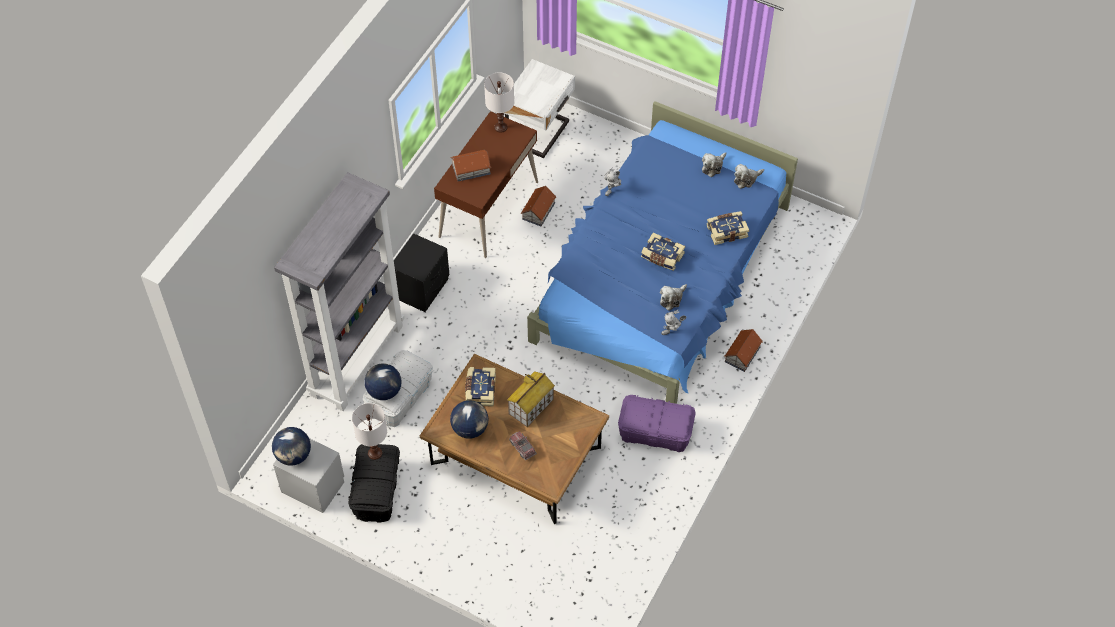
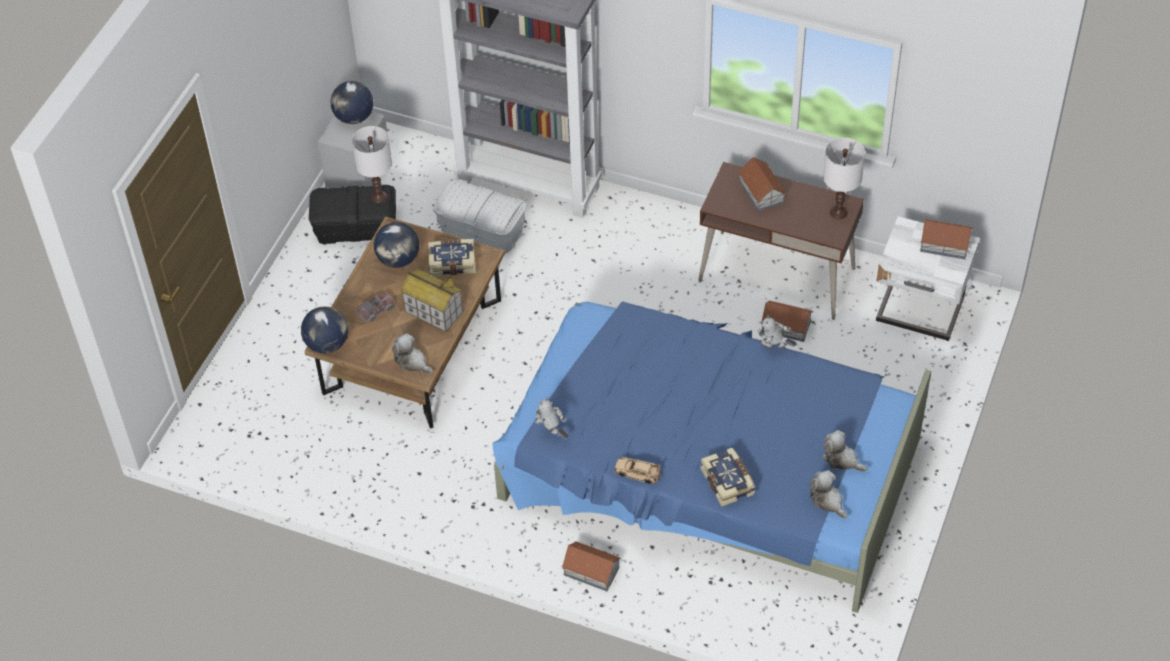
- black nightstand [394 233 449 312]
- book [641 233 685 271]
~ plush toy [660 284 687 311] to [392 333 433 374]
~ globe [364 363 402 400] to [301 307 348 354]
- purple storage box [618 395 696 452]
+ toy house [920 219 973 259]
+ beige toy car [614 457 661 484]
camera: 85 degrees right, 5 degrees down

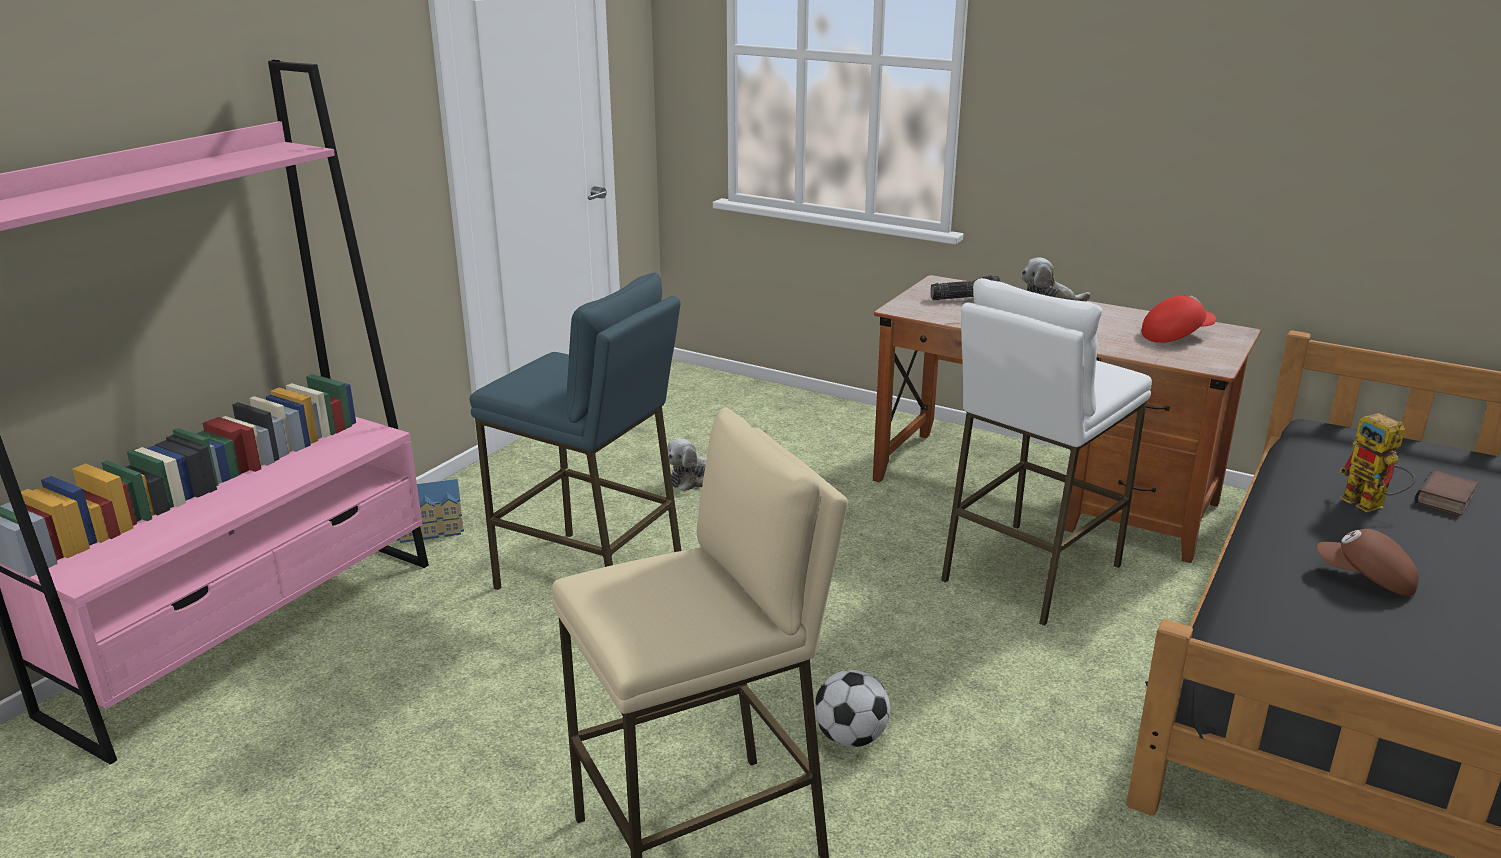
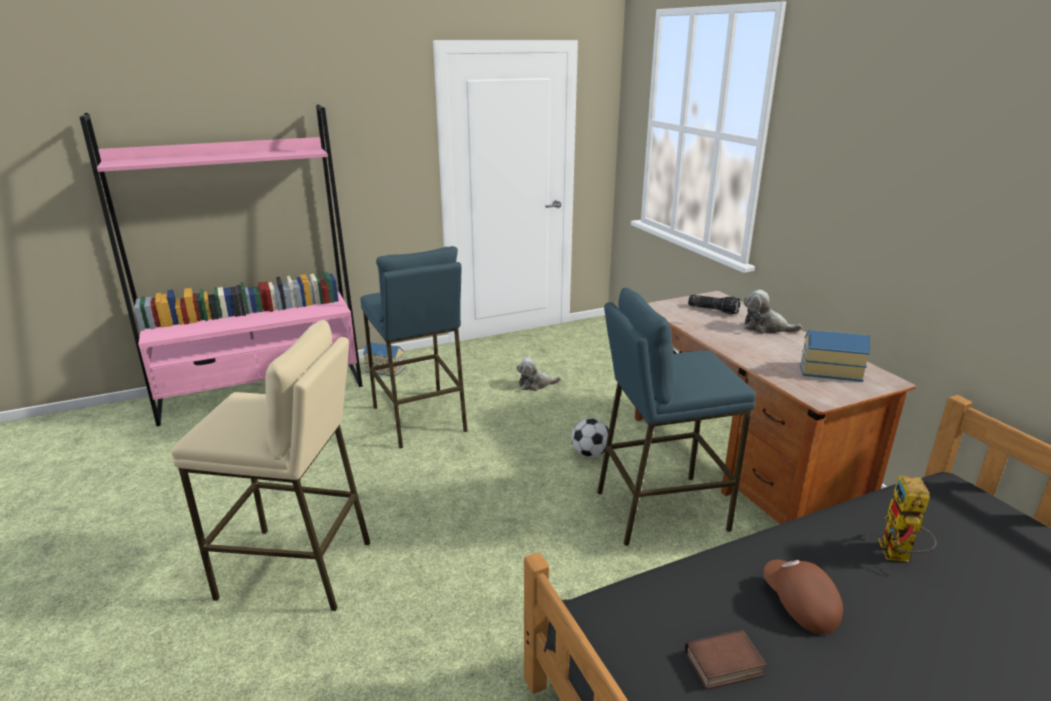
~ white stool [941 278 1152 626] to blue stool [597 288 756 546]
~ red cap [1142 296 1216 343] to toy house [800 330 870 382]
~ book [1415 470 1478 516] to [685 629 767 690]
~ football [814 670 890 747] to [571 418 609 457]
camera: 35 degrees right, 0 degrees up

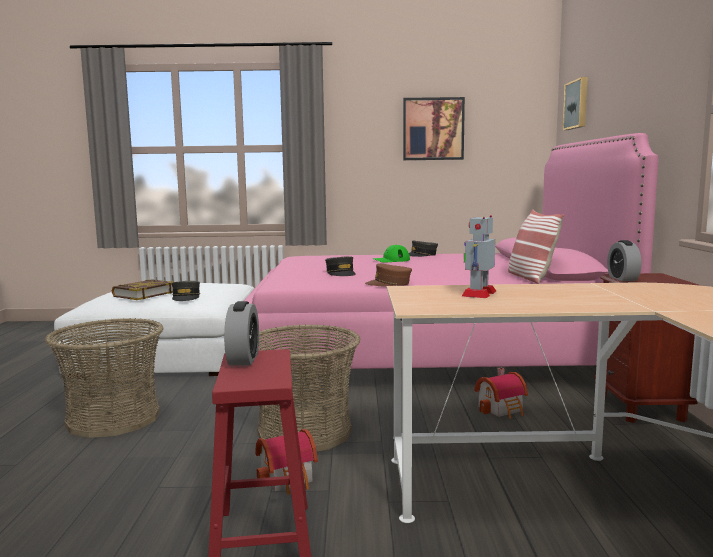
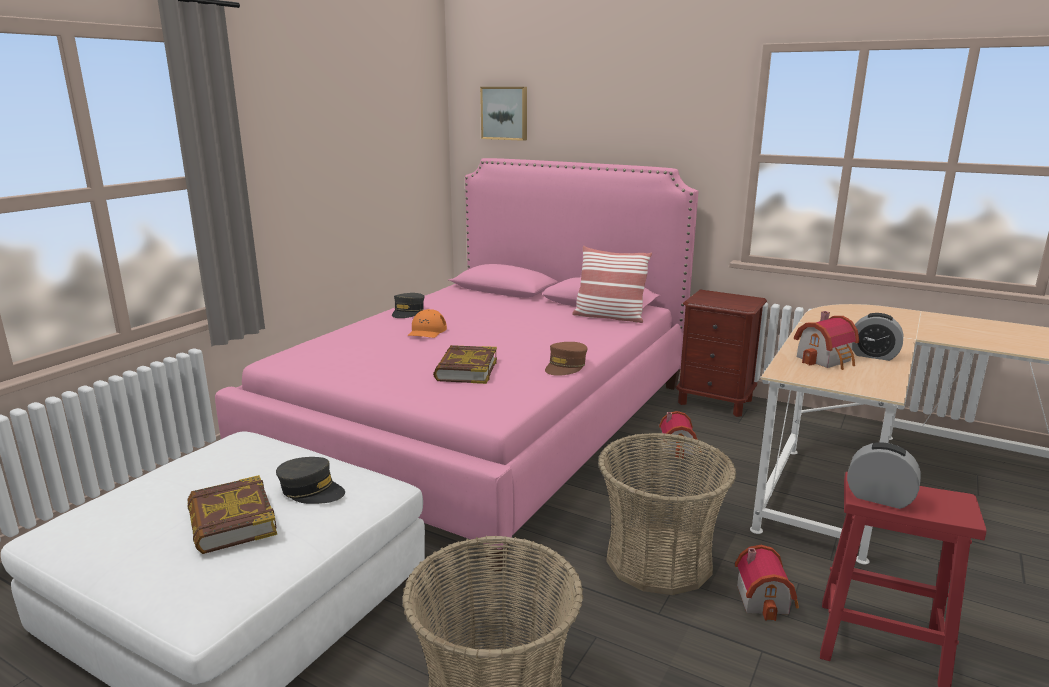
- picture [403 97 465 160]
~ toy robot [462 215 496 298] to toy house [794 311 859 370]
~ alarm clock [607 240 641 281] to [852 313 903 361]
~ green cap [372 245 410 263] to orange cap [407 309 447 338]
~ grey cap [325 256 356 276] to book [433 345 497 384]
camera: 60 degrees left, 10 degrees up

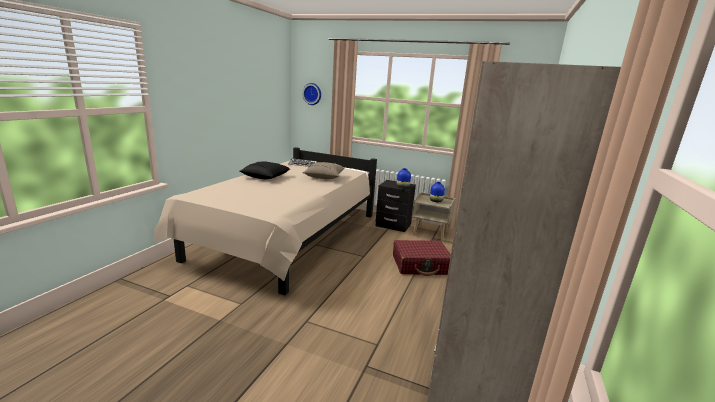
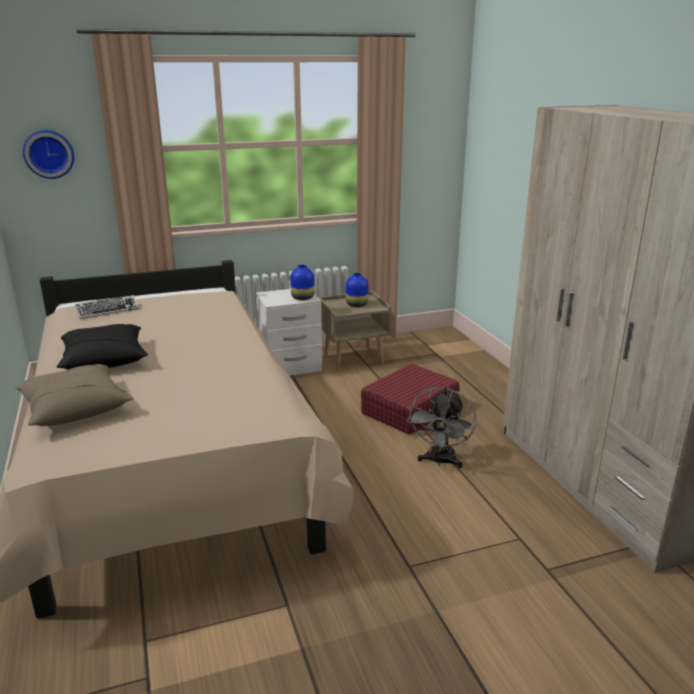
~ beige pillow [302 162 345 179] to [15 364 133 426]
~ black nightstand [376 180 416 232] to white nightstand [256 289 322 376]
+ grey fan [407 387 476 468]
camera: 40 degrees left, 5 degrees up

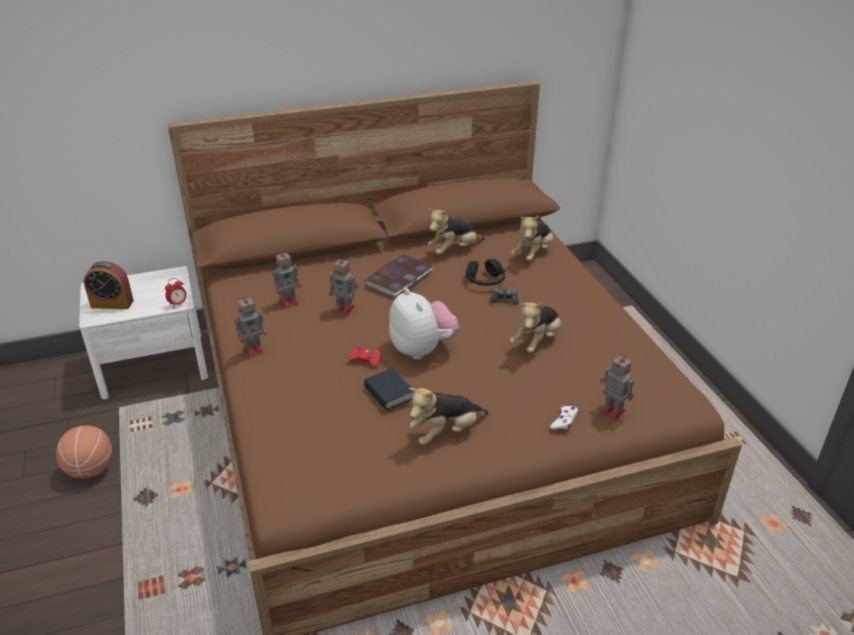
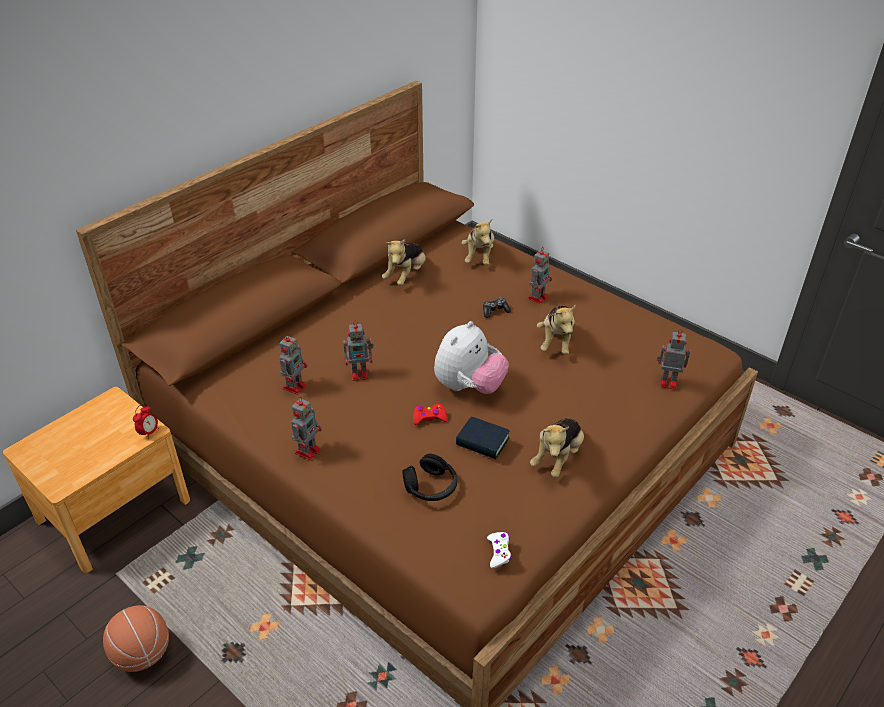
- book [366 254 432 298]
~ black headphones [466 259 505 286] to [403 453 457 501]
- alarm clock [84 261 134 309]
~ white nightstand [79 266 208 399] to brown nightstand [3 387 190 573]
~ plush toy [389 288 459 360] = [434 321 509 394] 90 degrees clockwise
~ white game controller [550 406 579 429] to [487 532 511 568]
+ toy robot [527 247 552 304]
camera: 30 degrees left, 5 degrees up

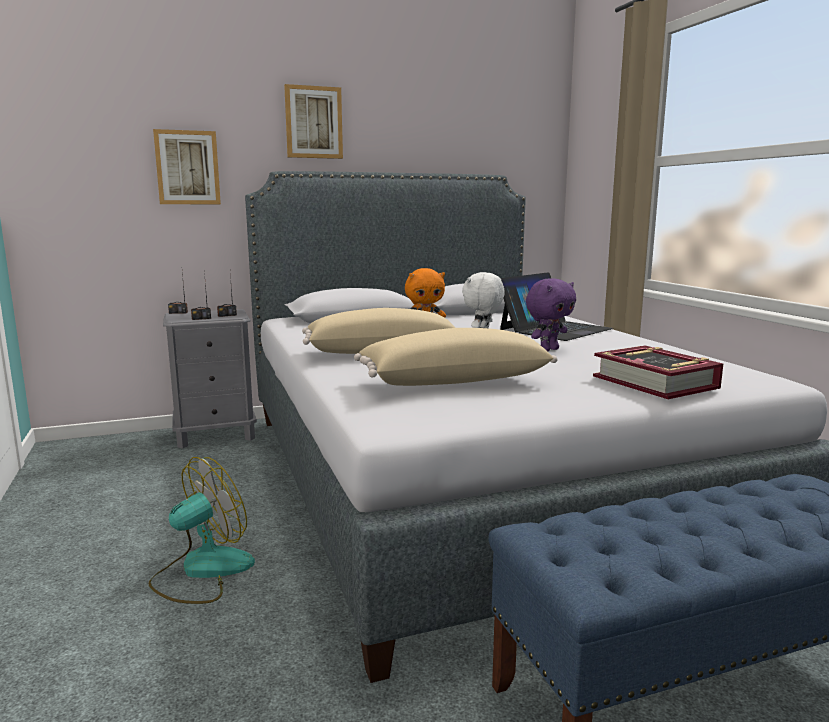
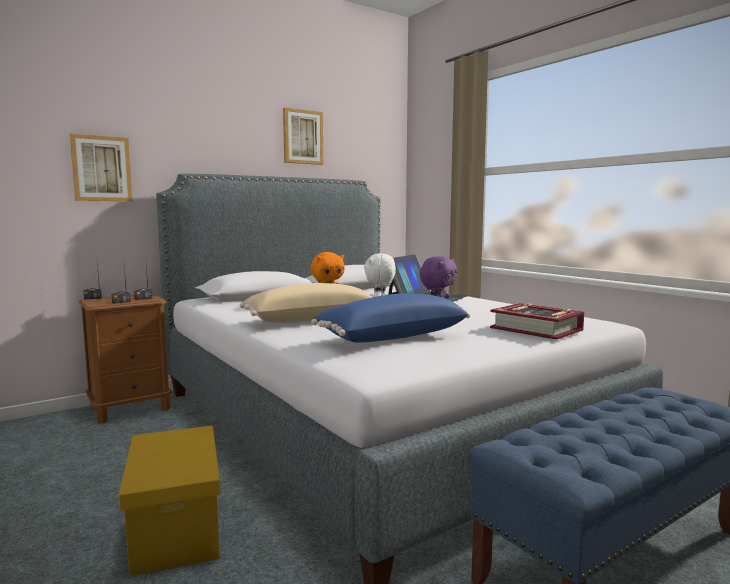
~ picture [284 84 343 159] to [283 108 323 165]
~ grey nightstand [163 309 257 449] to brown nightstand [78 293 172 424]
~ beige pillow [354 328 557 386] to blue pillow [311 294 470 342]
~ fan [148 457 255 604] to yellow storage box [119 426 221 577]
camera: 15 degrees left, 5 degrees down

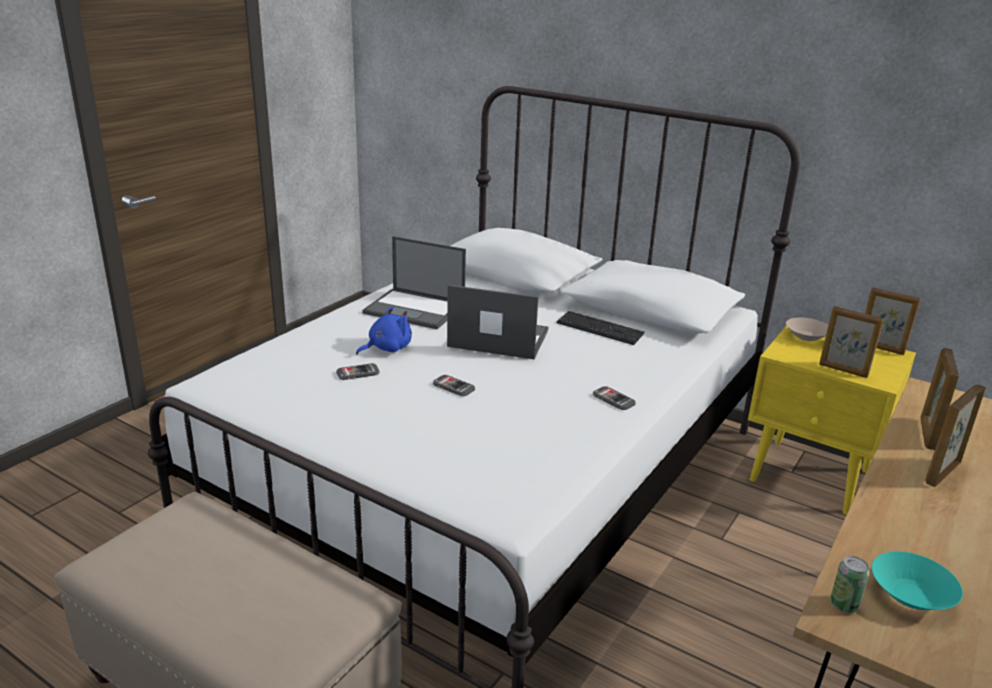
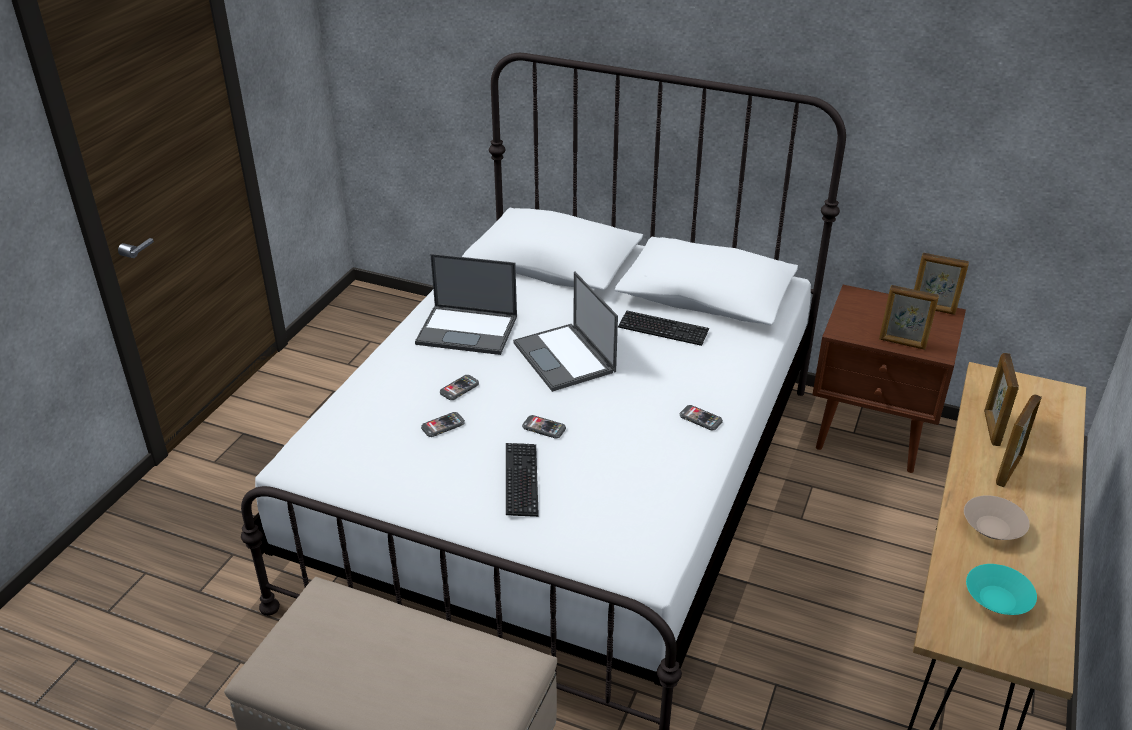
~ laptop [447 285 548 359] = [513 271 618 392] 120 degrees counterclockwise
~ blue plush toy [356 307 412 355] to phone [440 375 479 400]
~ beige bowl [786 318 828 341] to [964 495 1030 540]
~ yellow nightstand [748 325 916 515] to brown nightstand [812 285 966 473]
- can [830 556 870 613]
+ keyboard [506 443 539 517]
camera: 10 degrees left, 10 degrees up

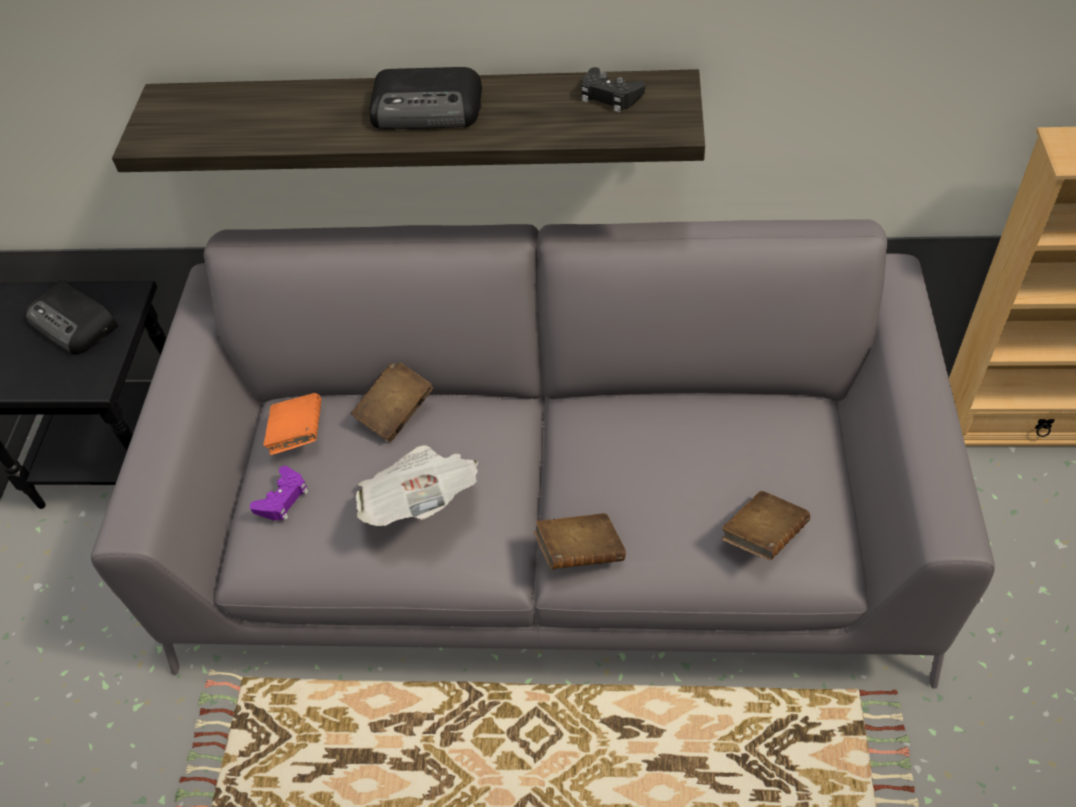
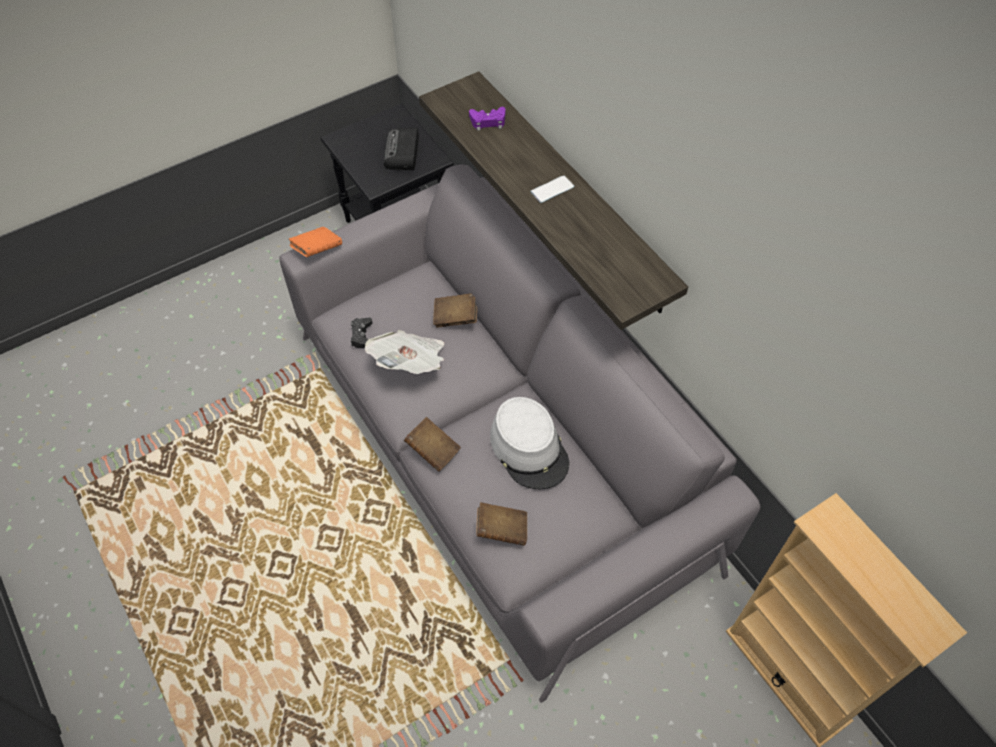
~ radio [369 67 482 129] to phone [530 175 574 203]
~ black game controller [581 67 645 112] to [350 318 373 348]
~ orange book [263 393 322 455] to [289 227 342 257]
~ purple game controller [250 466 309 521] to [469 107 506 131]
+ grey hat [490 397 569 490]
camera: 50 degrees right, 5 degrees up

